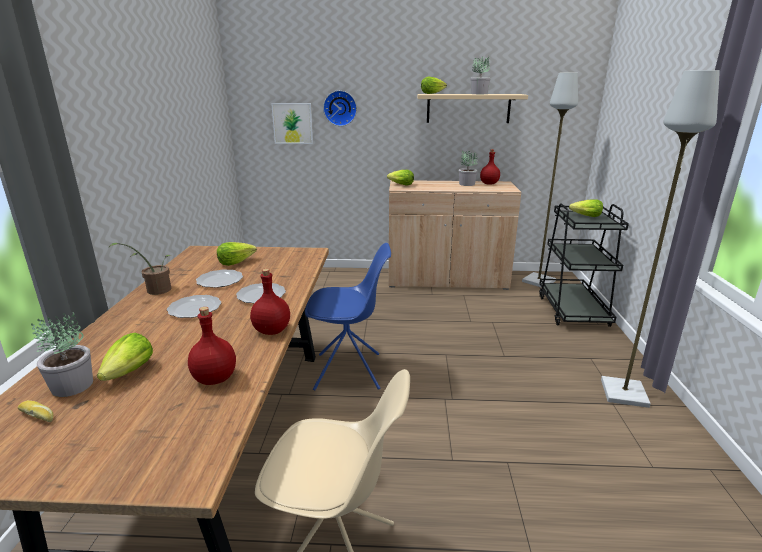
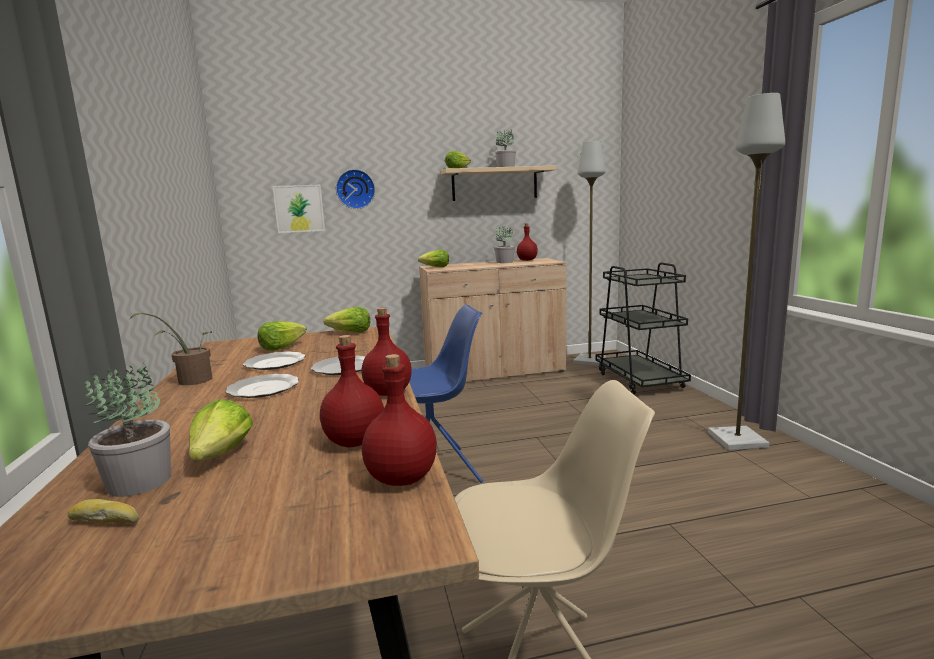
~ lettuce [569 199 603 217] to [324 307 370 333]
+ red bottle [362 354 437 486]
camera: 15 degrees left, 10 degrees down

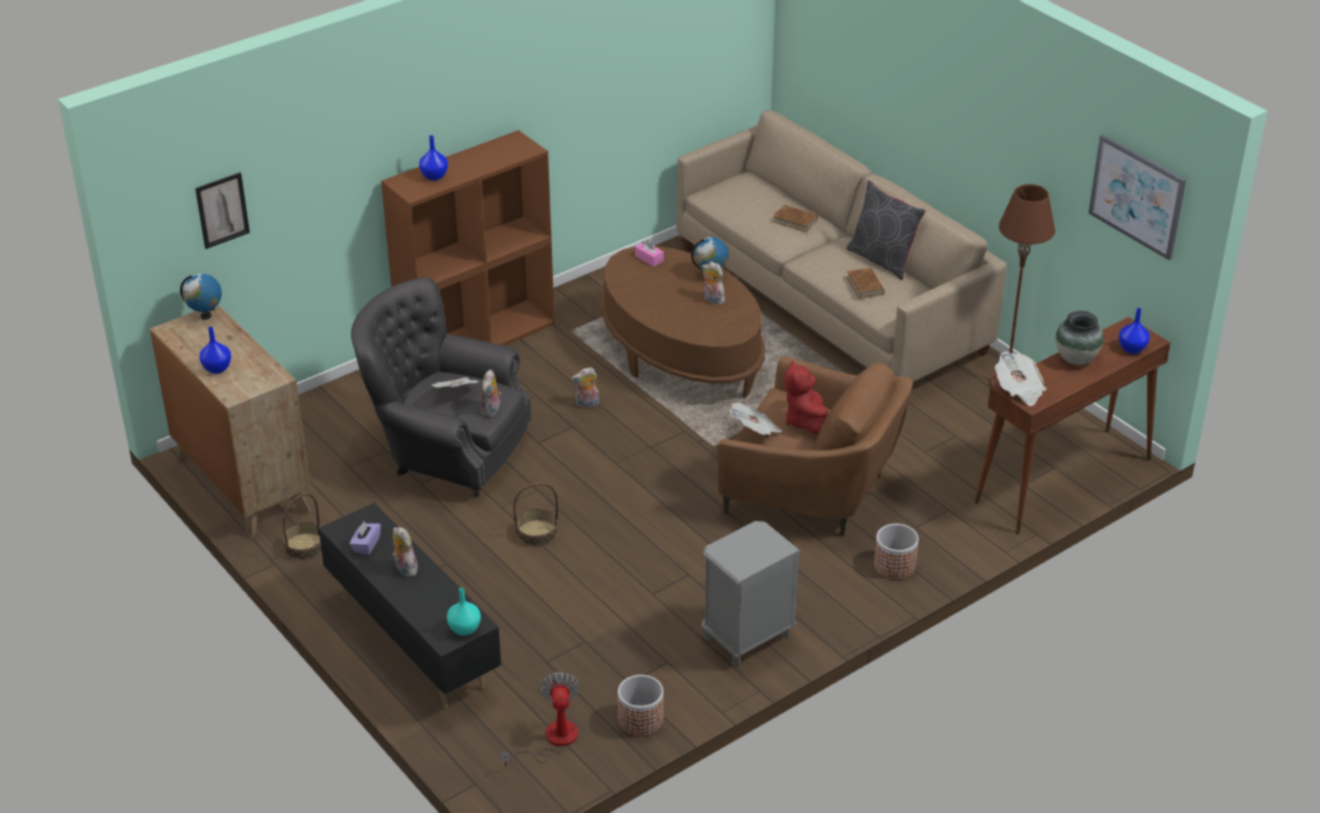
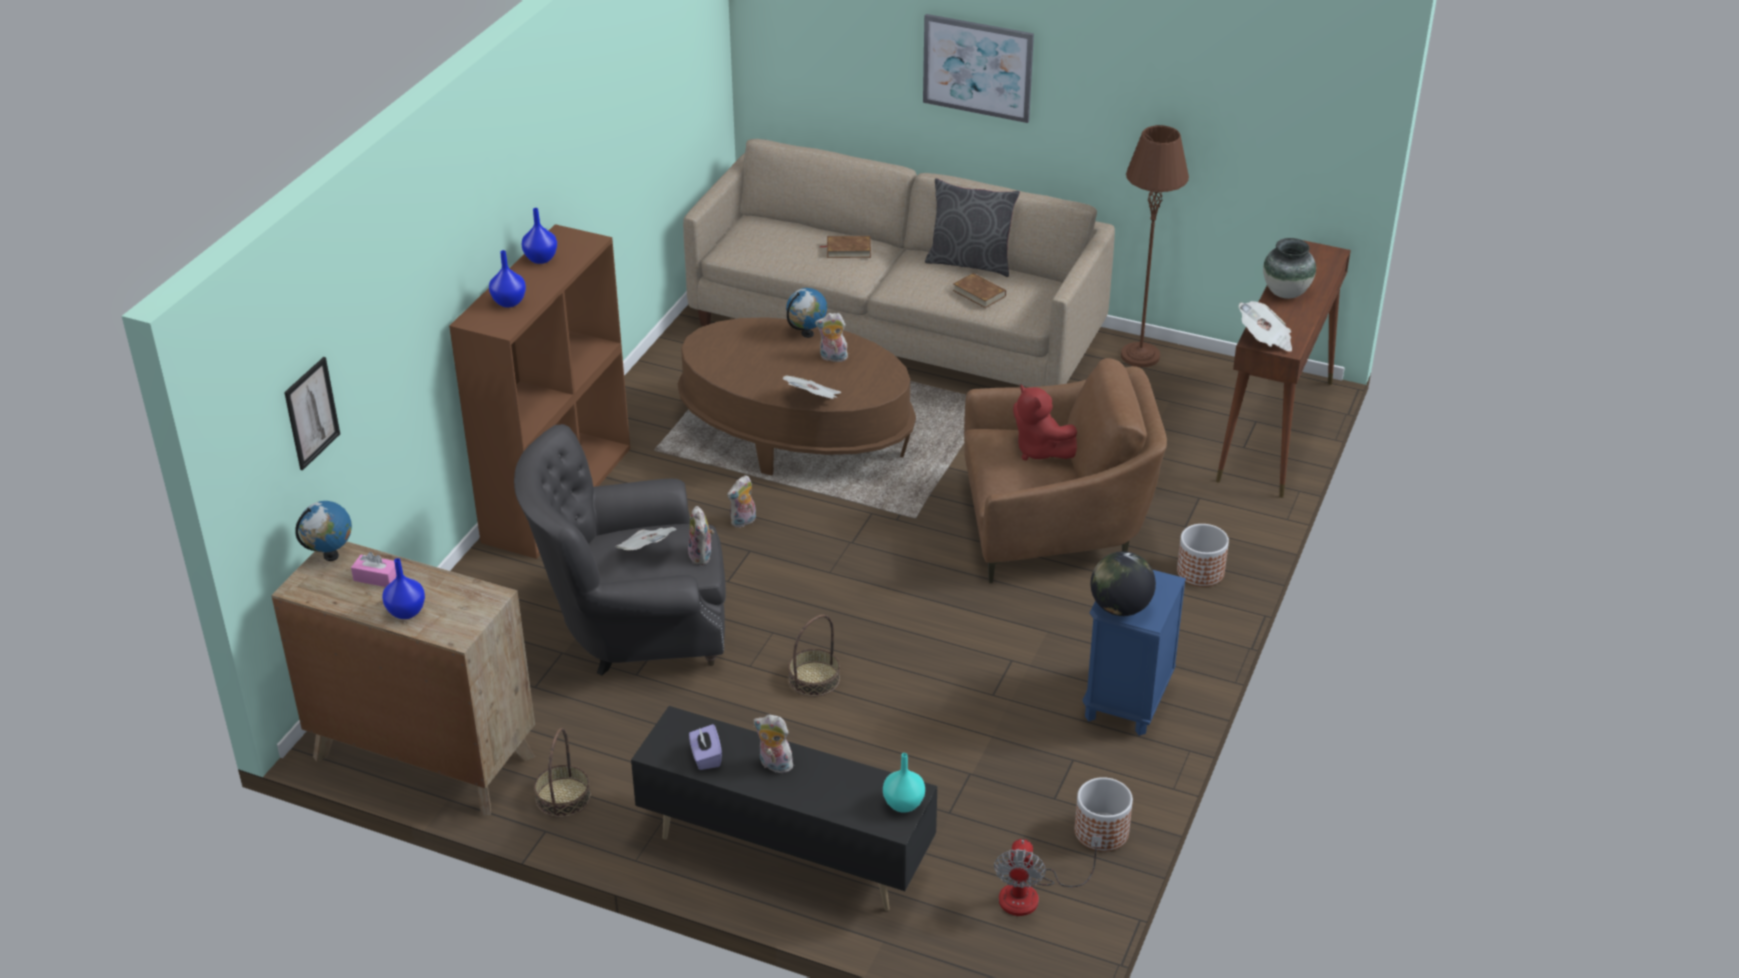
~ picture [1088 134 1186 260] to [923 14 1034 123]
~ pink tissue box [635 240 664 267] to [351 552 396 587]
~ blue vase [1119 308 1150 354] to [521 208 557 264]
~ newspaper [729 403 782 435] to [783 375 841 399]
~ grey nightstand [701 521 801 666] to blue nightstand [1083 570 1186 736]
~ fan [500 672 580 767] = [994 836 1102 916] 135 degrees counterclockwise
+ globe [1091 551 1156 616]
camera: 30 degrees left, 0 degrees up

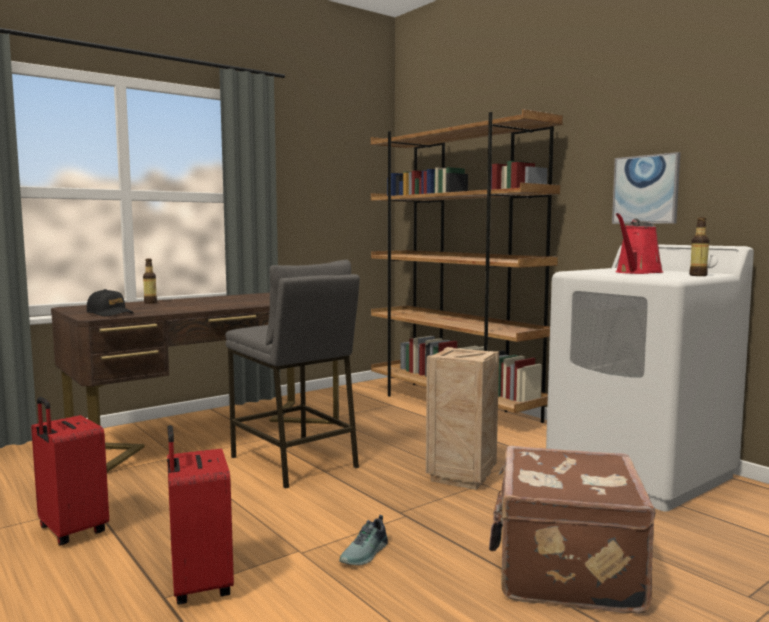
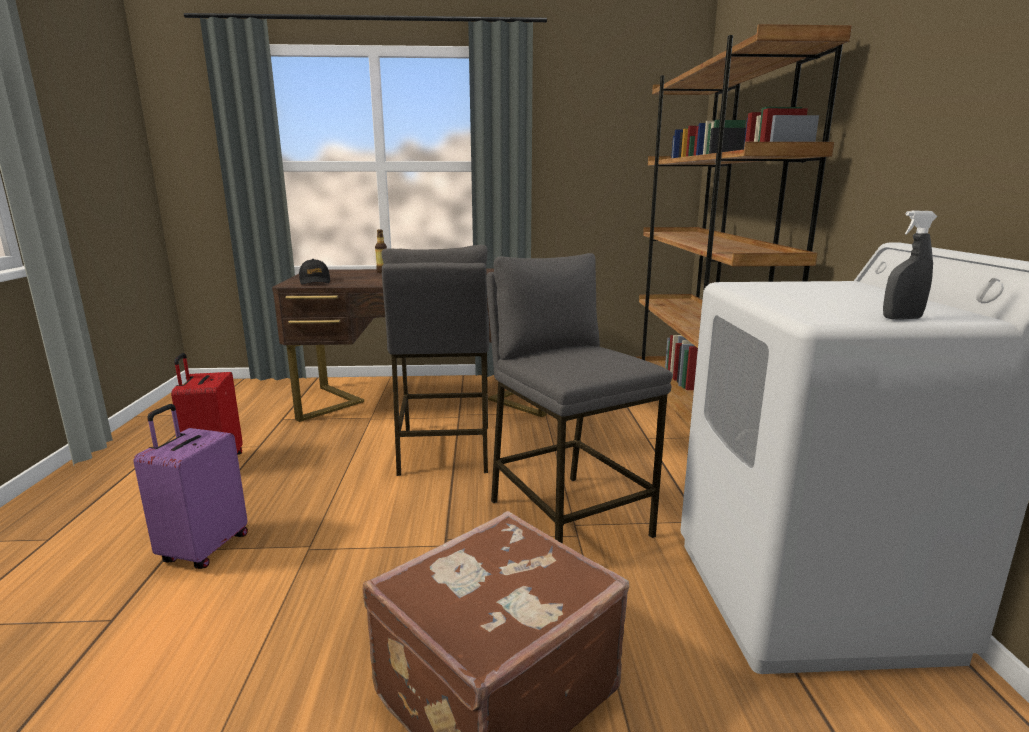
- picture [612 152 680 224]
- red watering can [615 213 663 274]
~ bottle [689 217 709 276] to grey spray bottle [883 210 938 320]
~ crate [426 347 499 490] to grey stool [486 253 673 544]
~ red suitcase [167 425 234 604] to purple suitcase [133 404 248 569]
- shoe [339 515 388 565]
camera: 35 degrees right, 10 degrees up

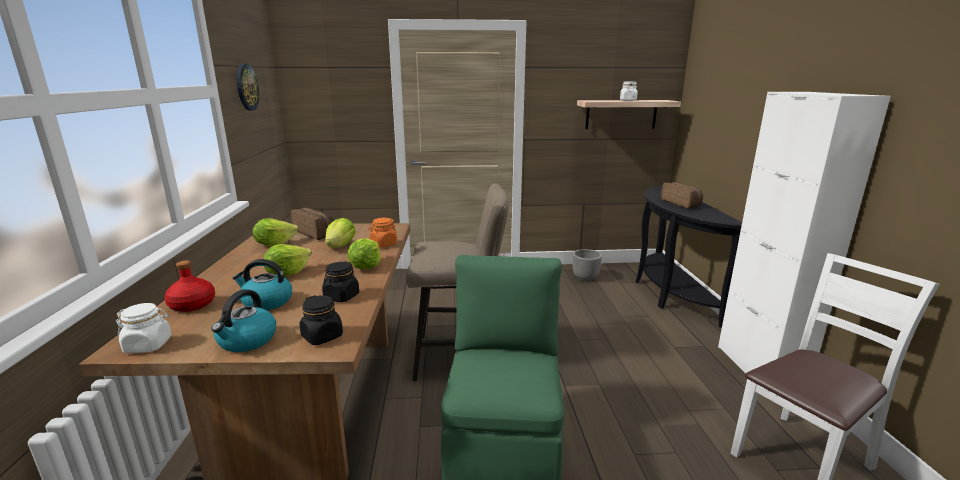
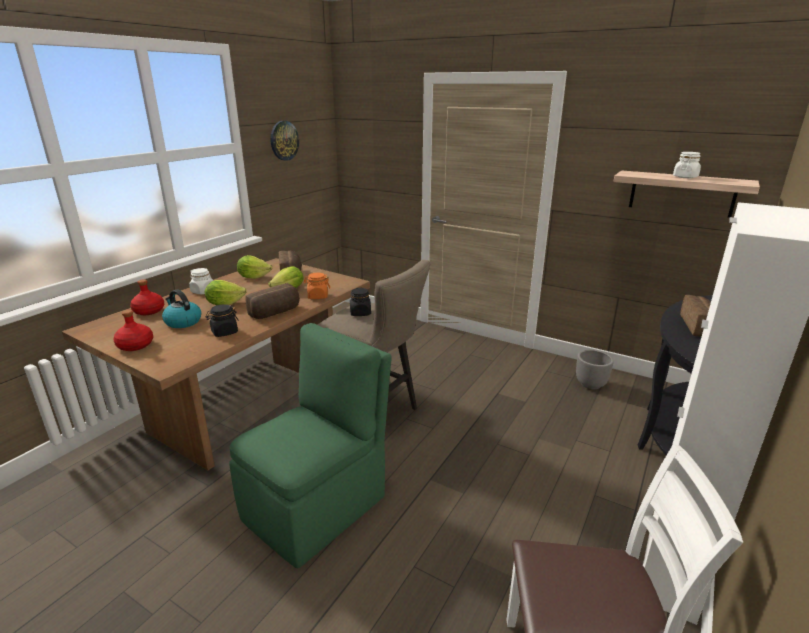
~ lettuce [347 238 381 269] to bread [246 283 300 319]
~ kettle [211 289 276 352] to red bottle [113 310 153 351]
~ black jar [299 295 343 345] to [350 288 371 316]
~ white jar [116 303 172 353] to [189 268 213 294]
camera: 35 degrees right, 5 degrees up

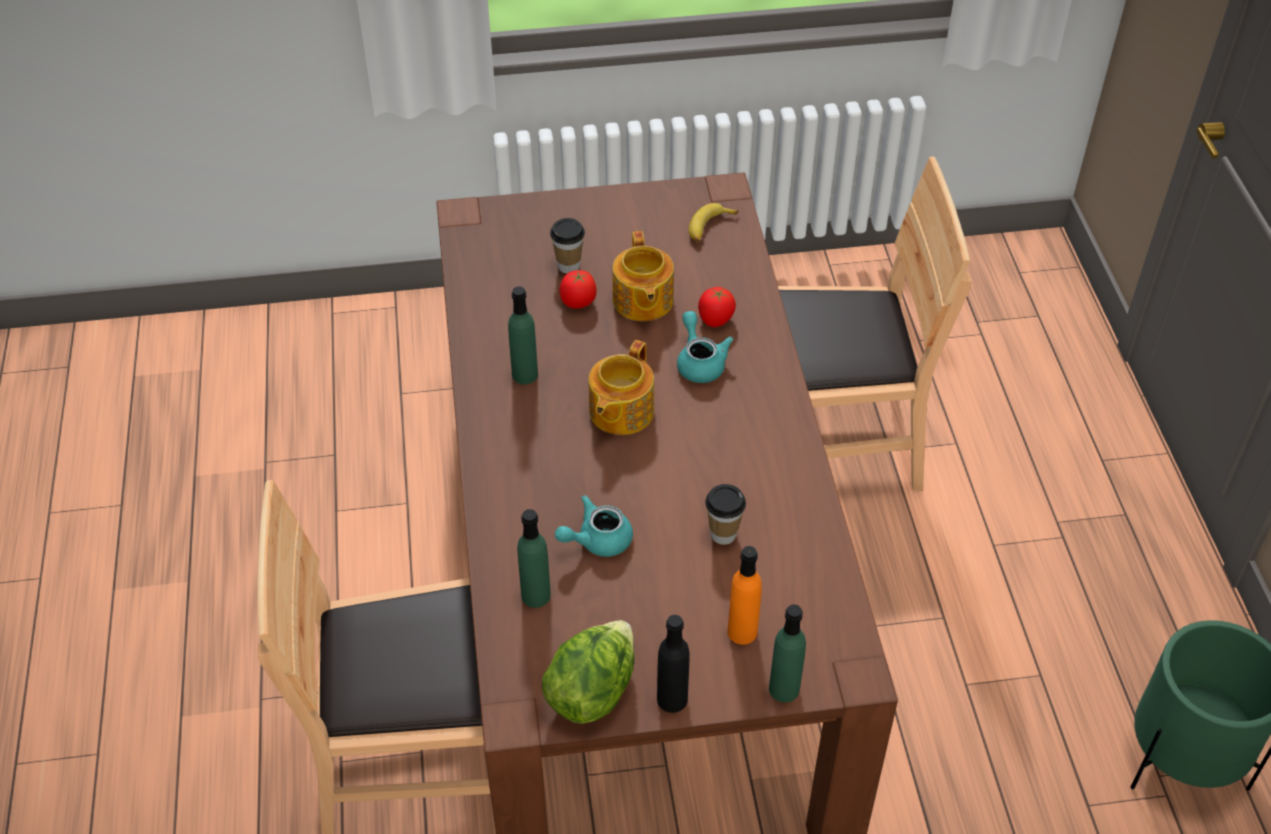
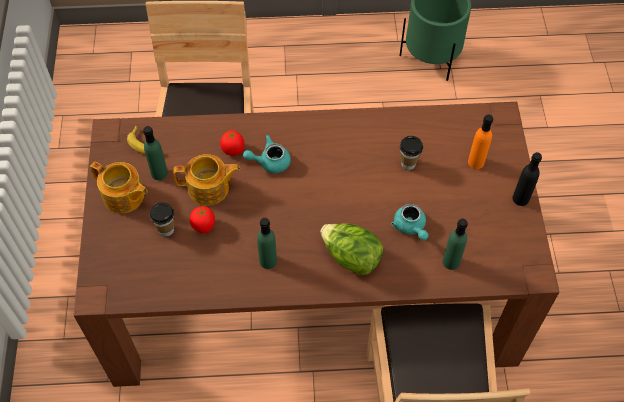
~ teapot [589 340 654 435] to [90 162 148 213]
~ green bottle [769 604 806 703] to [143 126 168 180]
~ lettuce [542 620 635 724] to [320 223 383 275]
camera: 85 degrees left, 10 degrees up

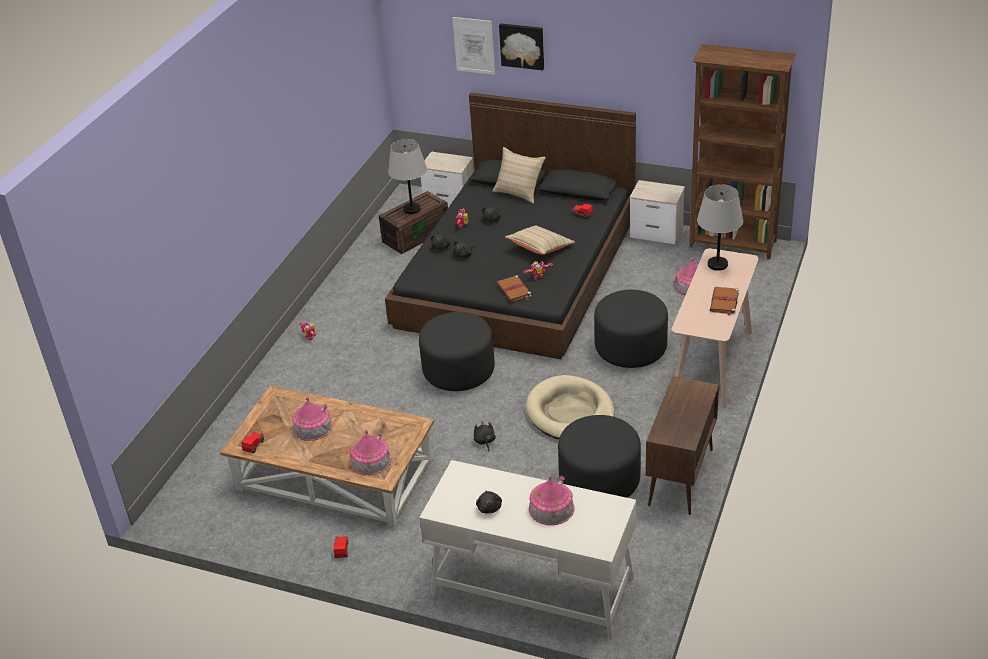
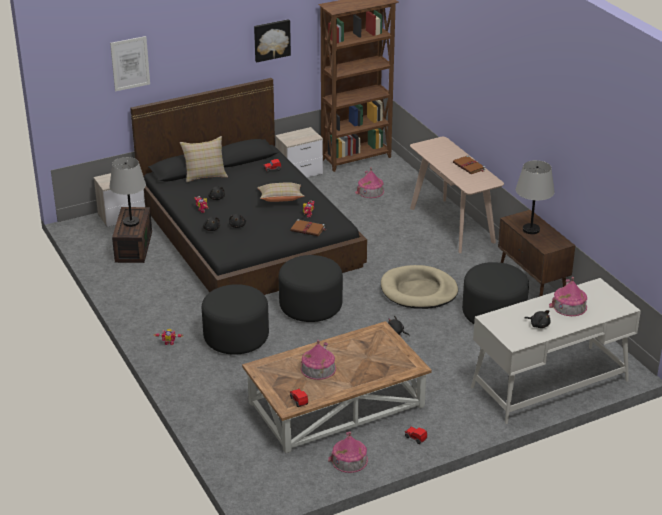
~ picture [499 23 544 70] to [254 19 291 62]
~ grey table lamp [697 184 743 271] to [516 160 555 234]
~ black ottoman [594 290 668 368] to [202 284 269 355]
~ toy house [350 430 392 475] to [328 432 368 473]
camera: 50 degrees left, 5 degrees down

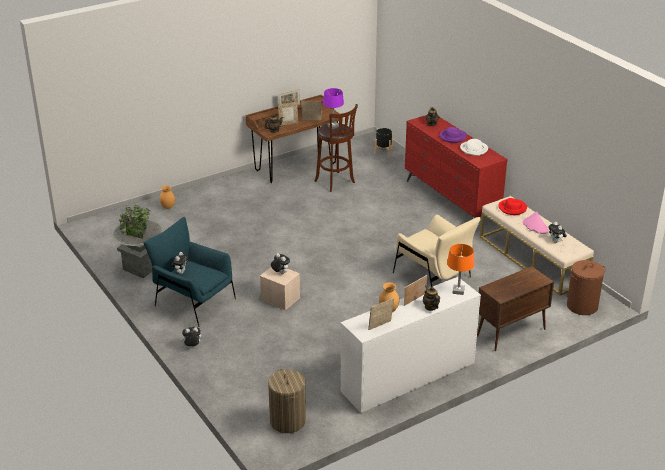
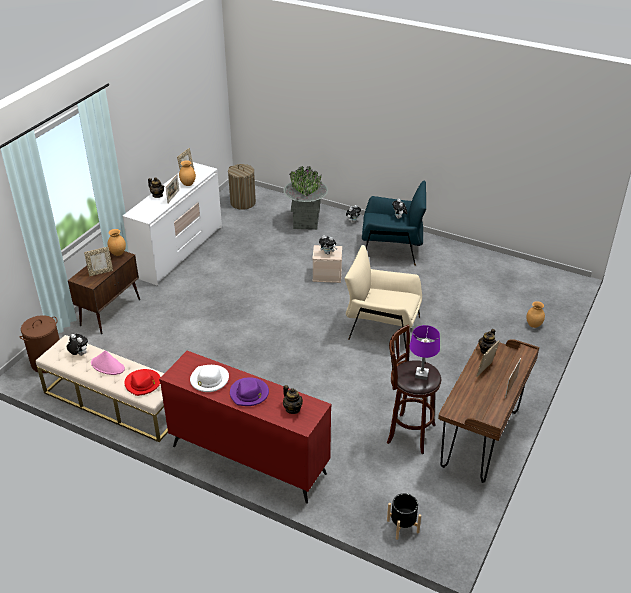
~ picture frame [301 101 322 121] to [84 247 113 276]
~ grey planter [113 205 163 278] to [283 166 328 230]
~ beige armchair [393 215 480 287] to [345 245 422 349]
- orange table lamp [447 244 474 295]
+ brown vase [108 229 126 256]
camera: 150 degrees right, 5 degrees up

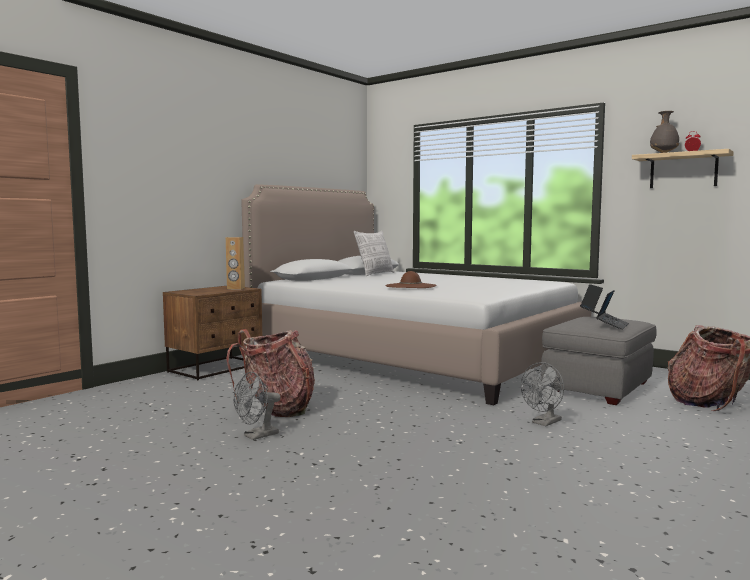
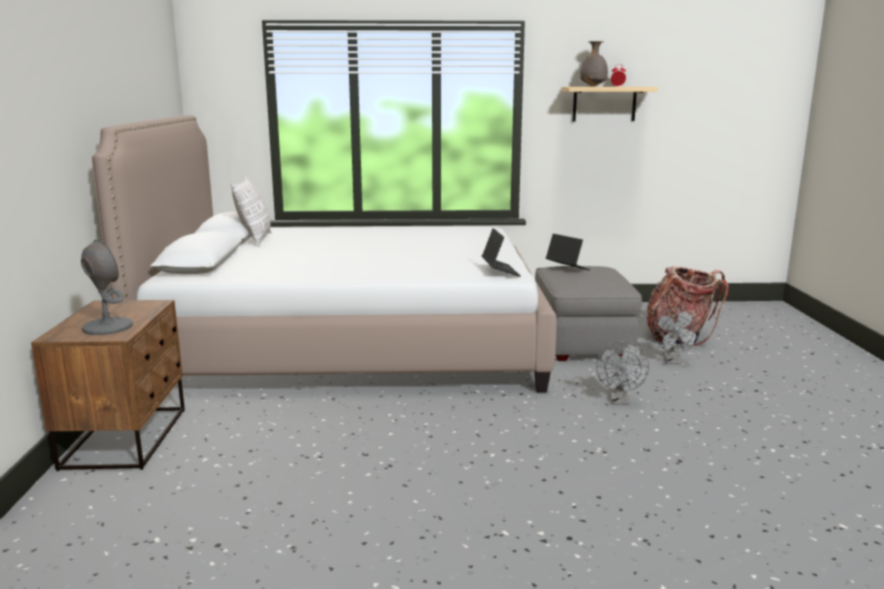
- brown speaker [226 237 245 289]
- brown hat [385 271 436 288]
~ laptop [596 290 629 330] to [482 228 520 277]
- backpack [226 329 315 417]
~ grey fan [234 372 281 440] to [653 308 700 364]
+ grey table lamp [81 240 133 335]
camera: 40 degrees left, 10 degrees up

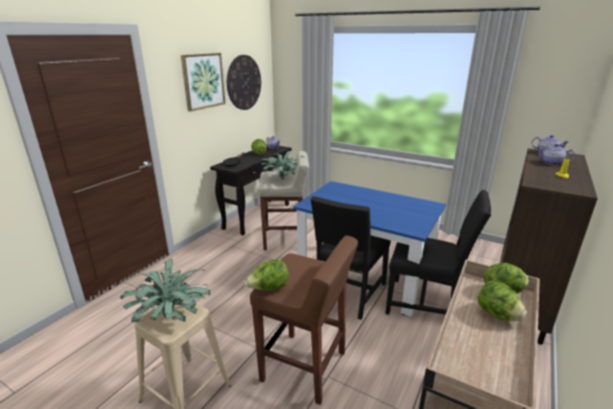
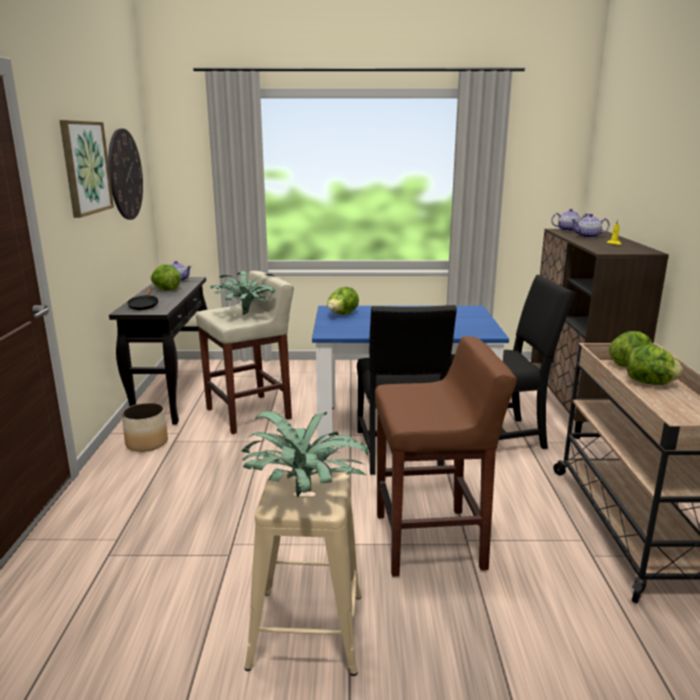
~ lettuce [245 260 289 291] to [327 287 359 315]
+ planter [122 403 168 452]
camera: 30 degrees left, 5 degrees down

